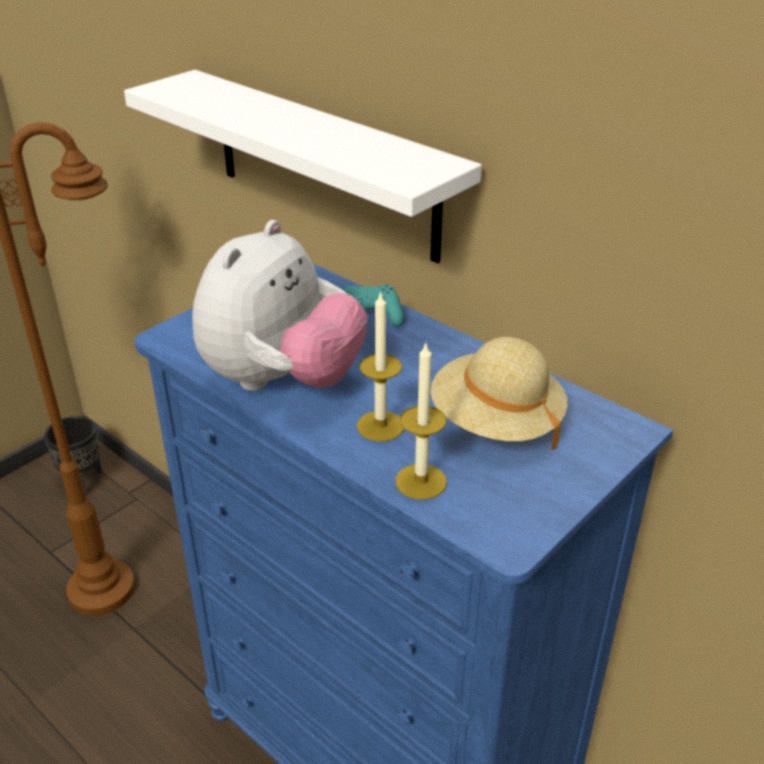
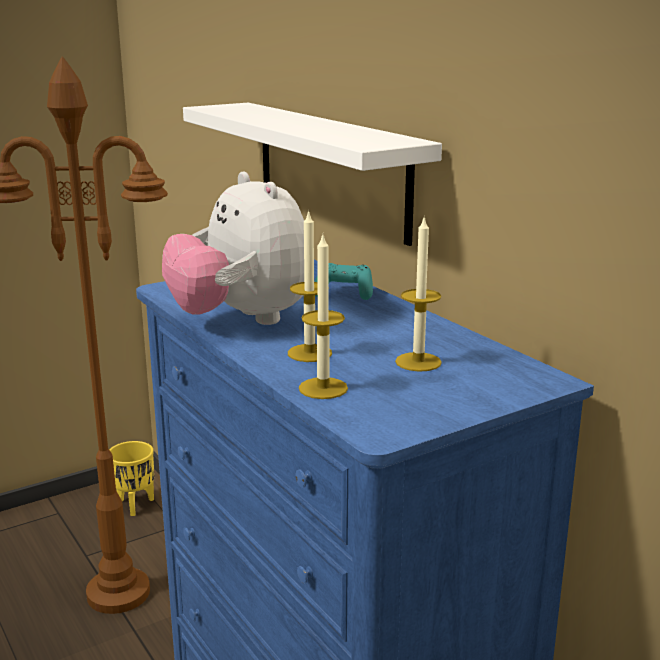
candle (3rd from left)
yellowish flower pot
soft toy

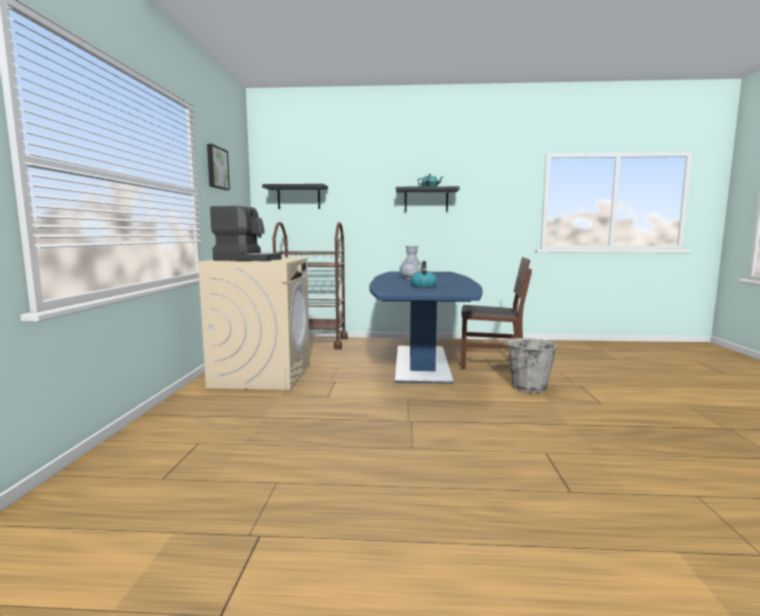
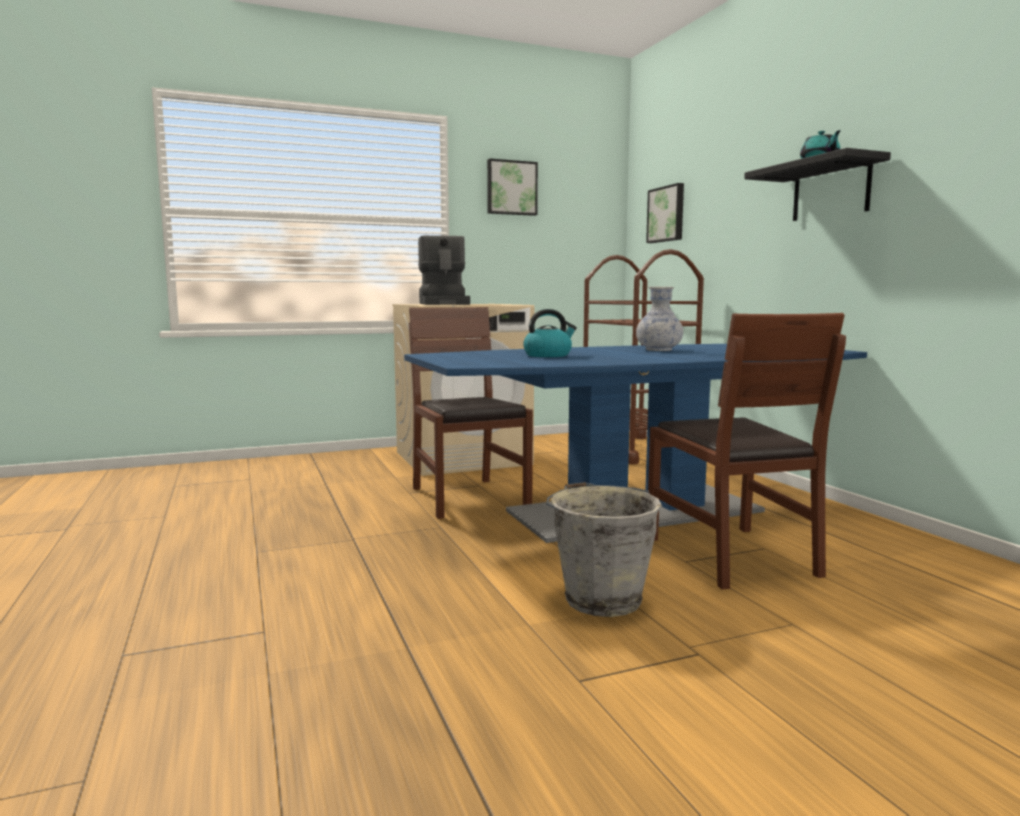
brownish upright chair (1st from left)
picture (2nd from left)

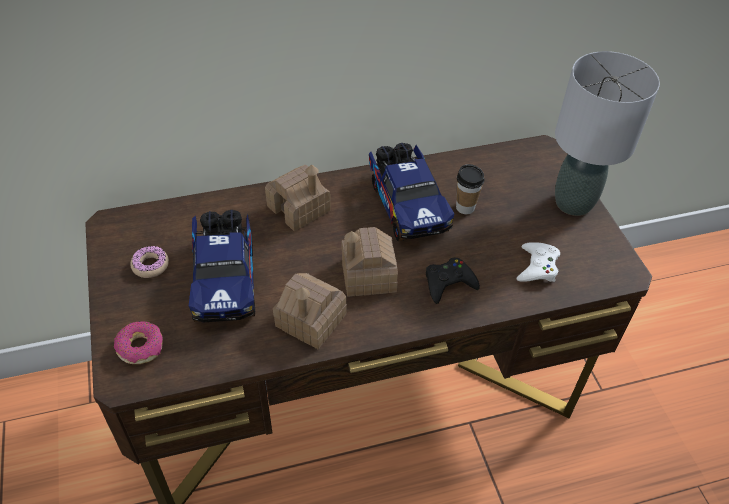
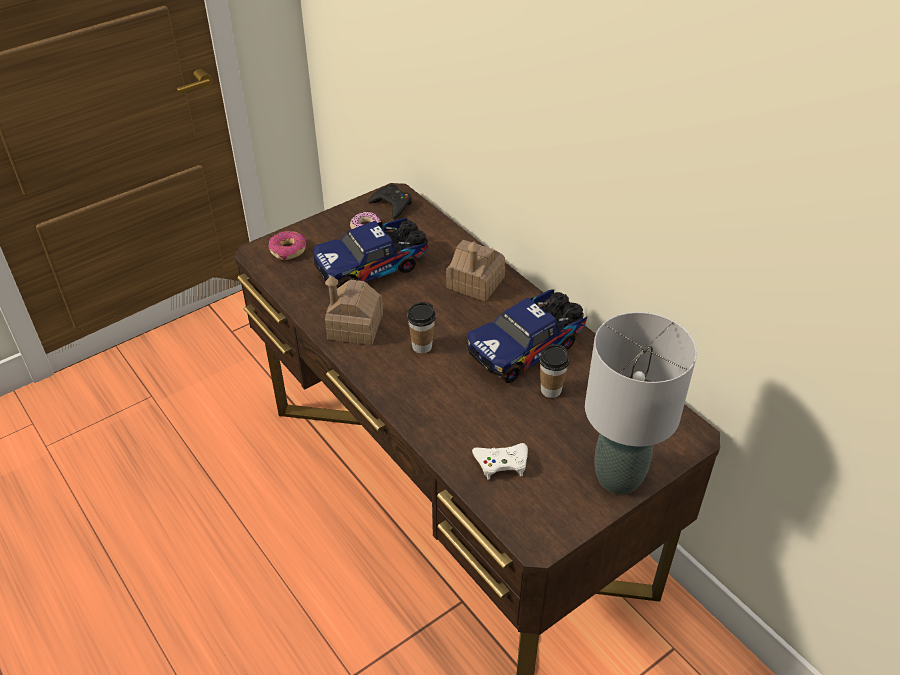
black gamepad
cup (1st from left)

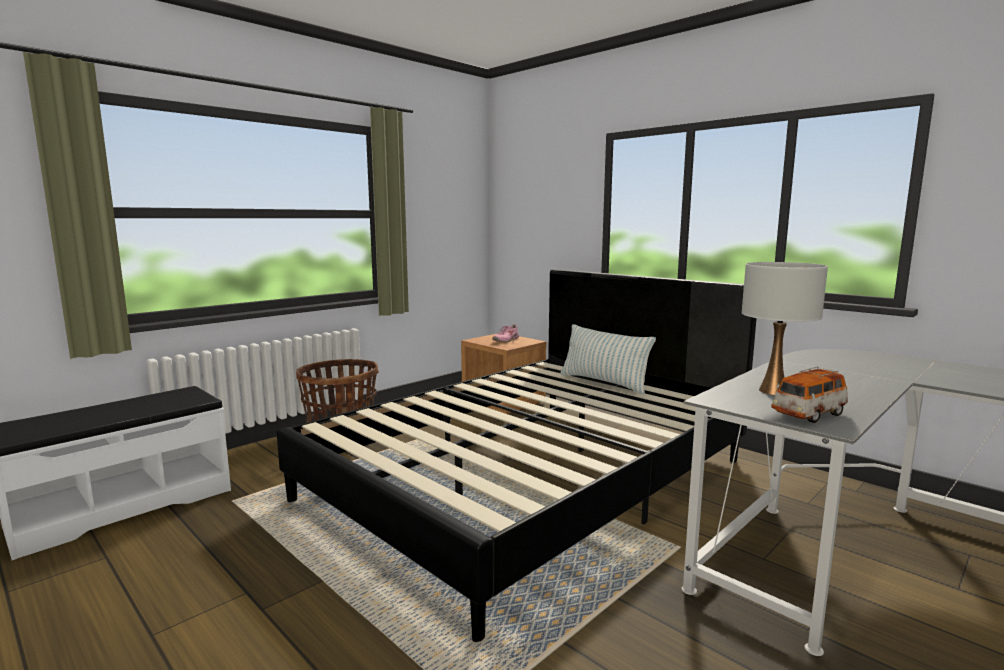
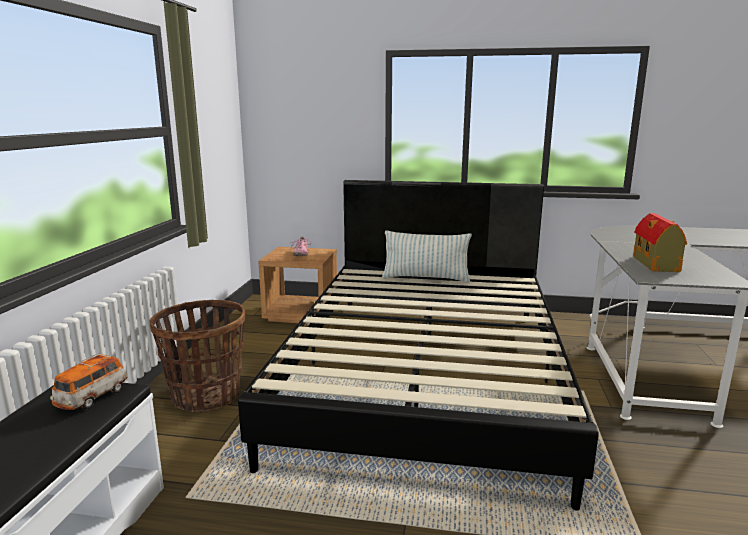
miniature car
miniature house

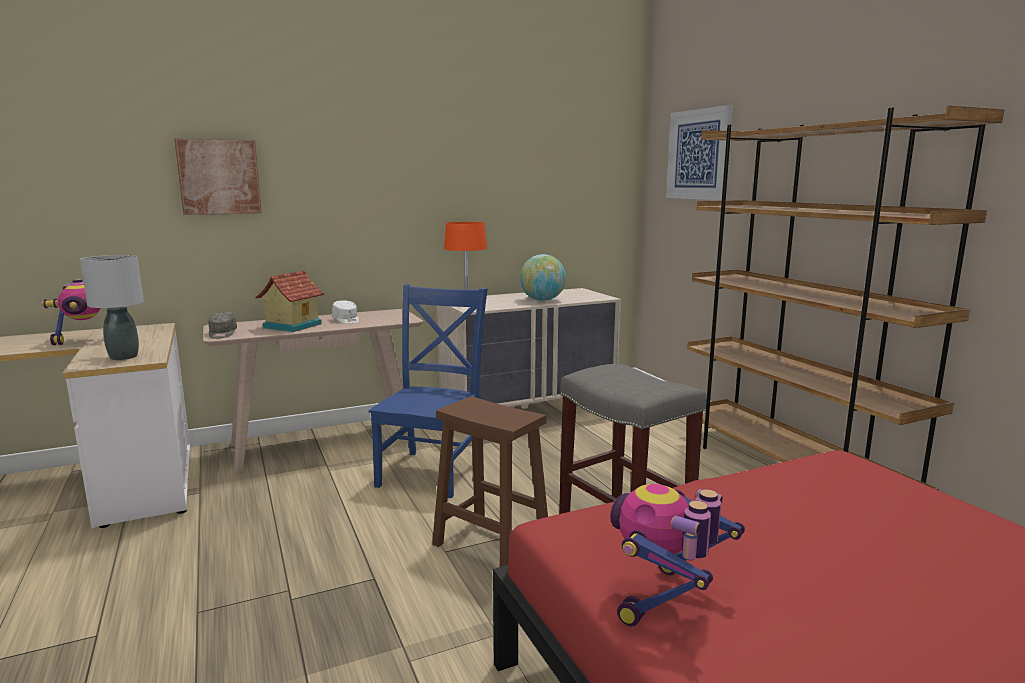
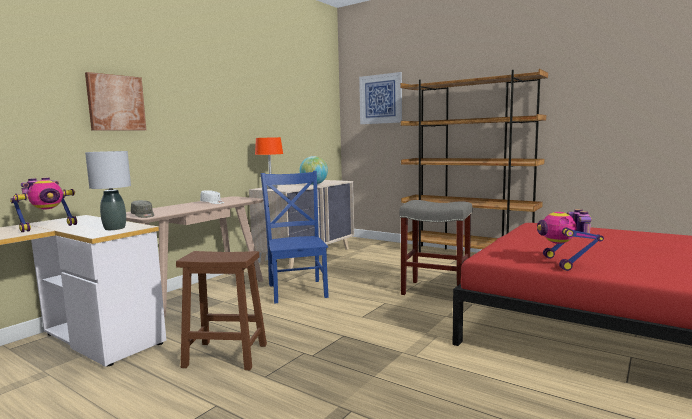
miniature house
brownish sitting stool

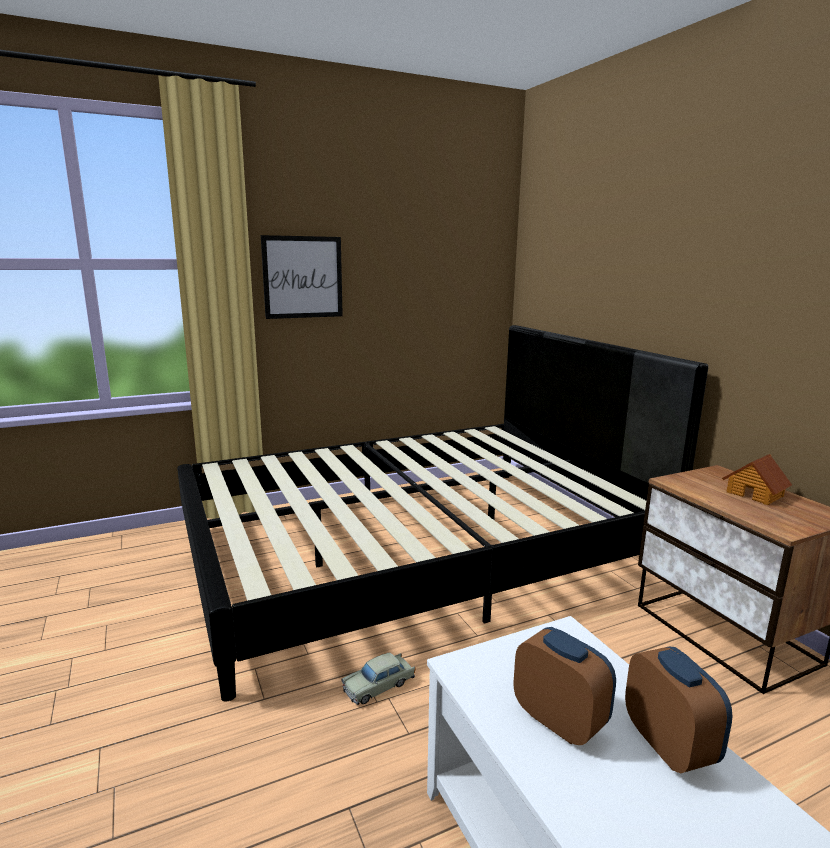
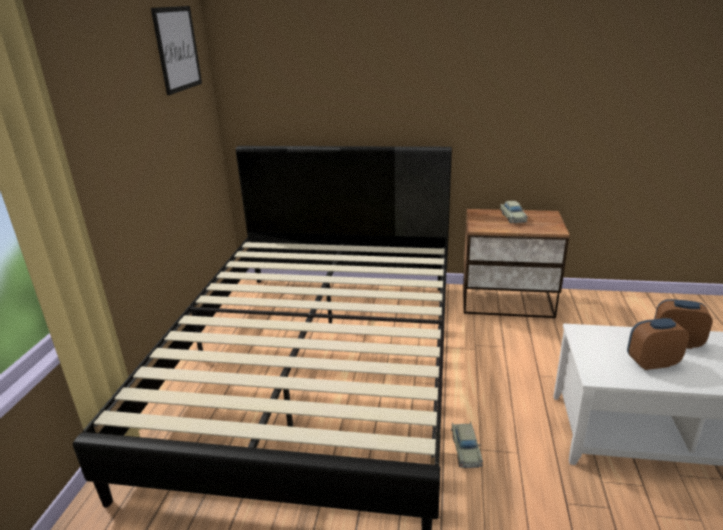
picture
beige-coloured miniature car (2nd from left)

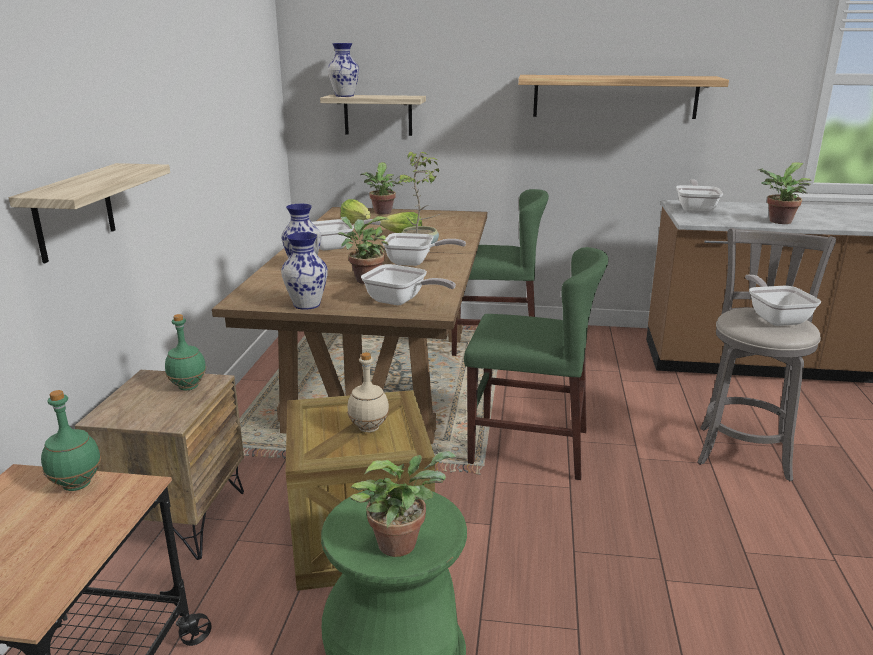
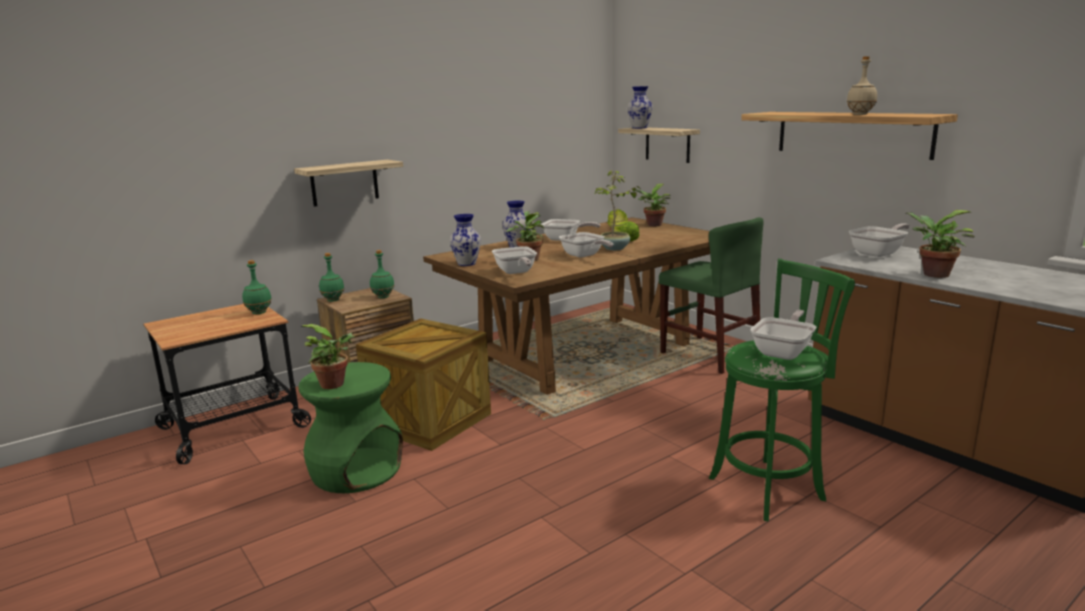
green-coloured upright chair (2nd from left in the first image)
green-coloured bottle (2nd from left)
beige-coloured bottle
green-coloured sitting stool (2nd from left)

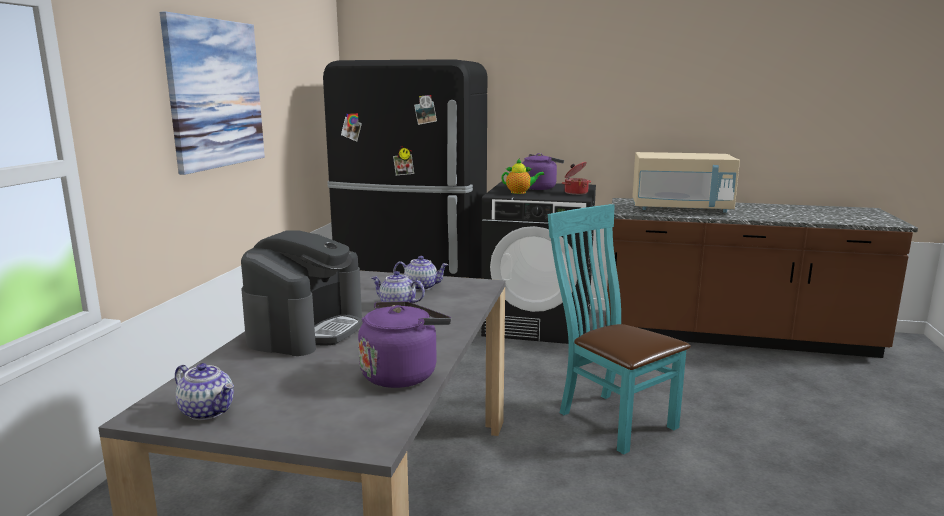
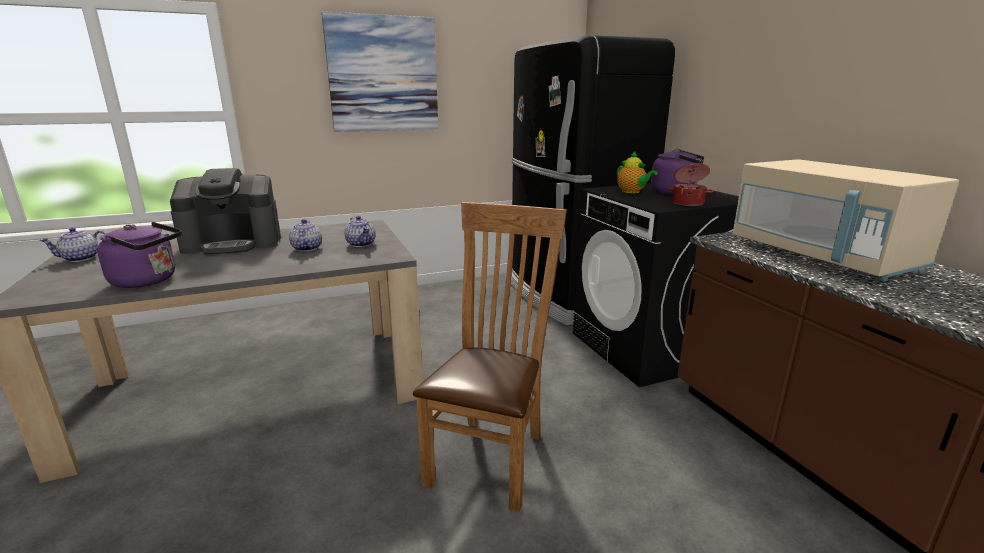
brownish upright chair
pot for tea (1st from left)

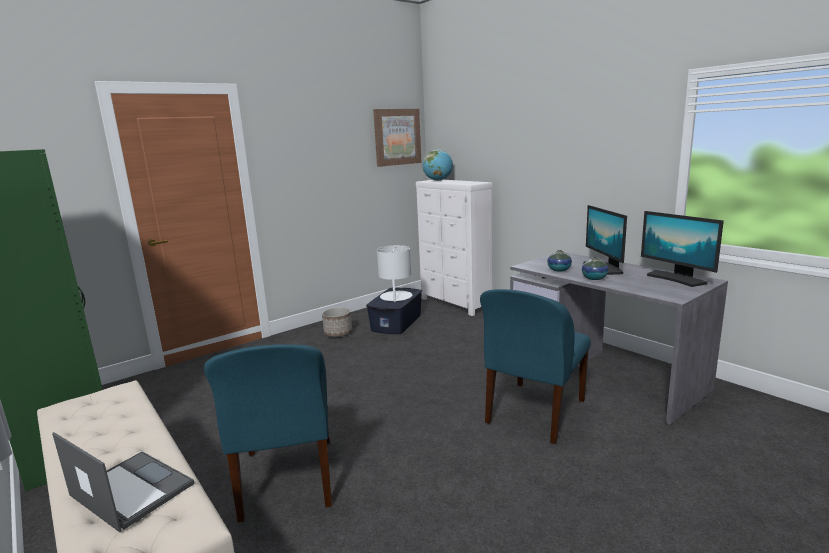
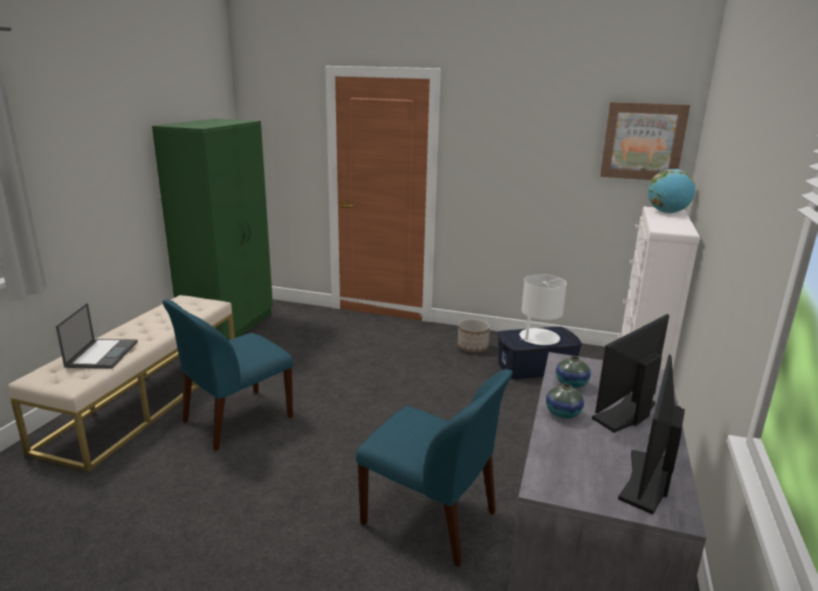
blue upright chair (2nd from left)

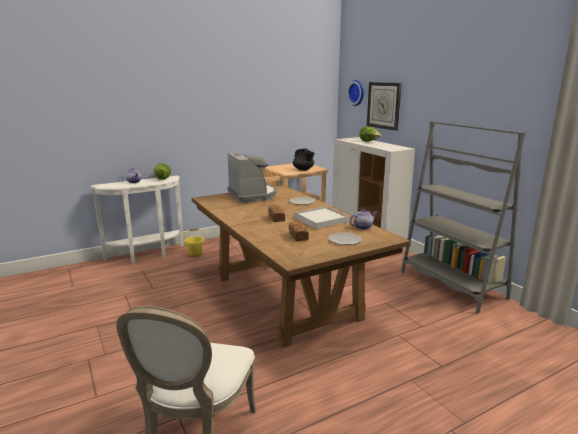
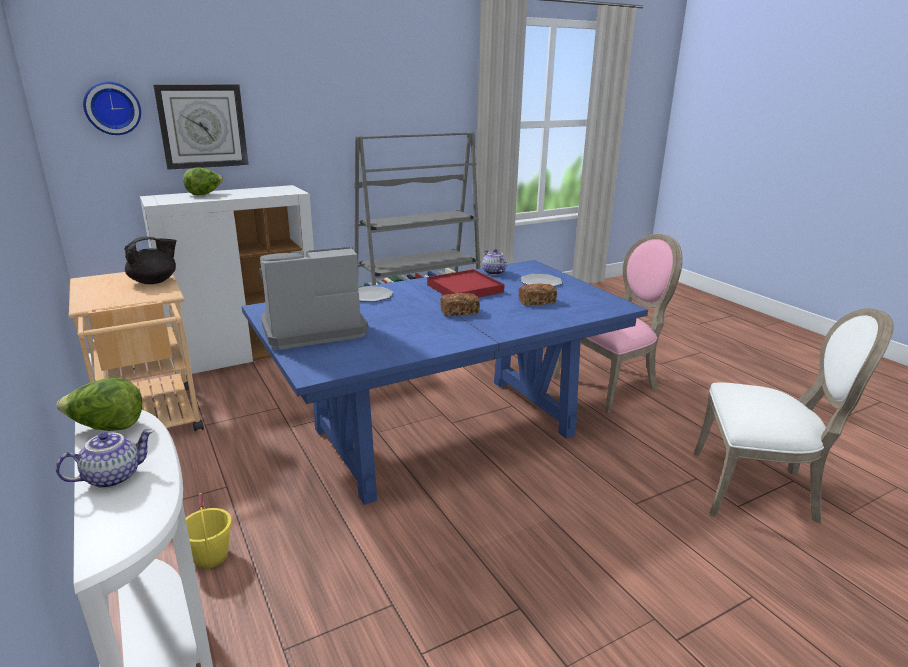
pink upright chair
blue dining table
reddish tray

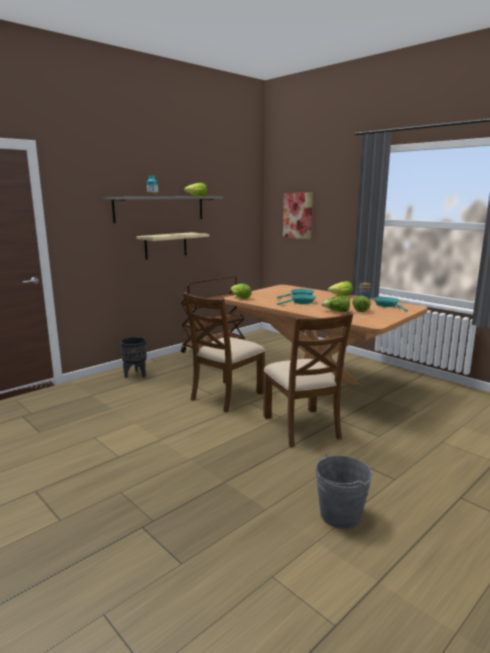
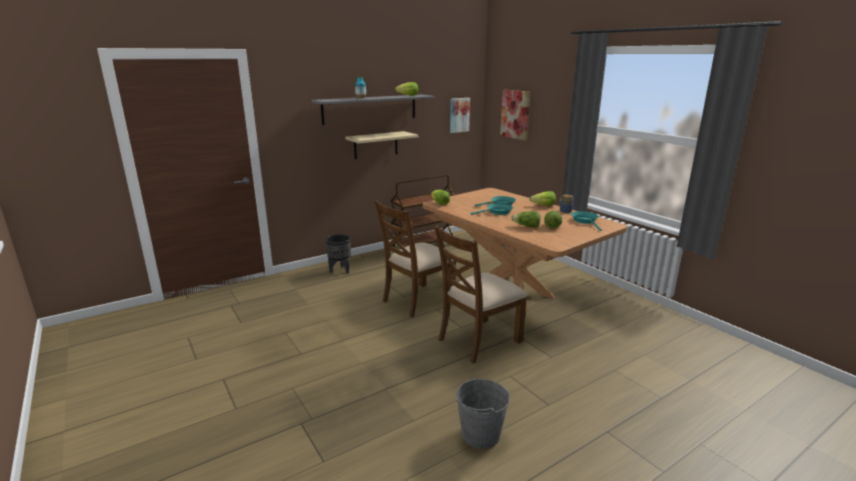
picture (1st from left)
brownish upright chair (2nd from left)

